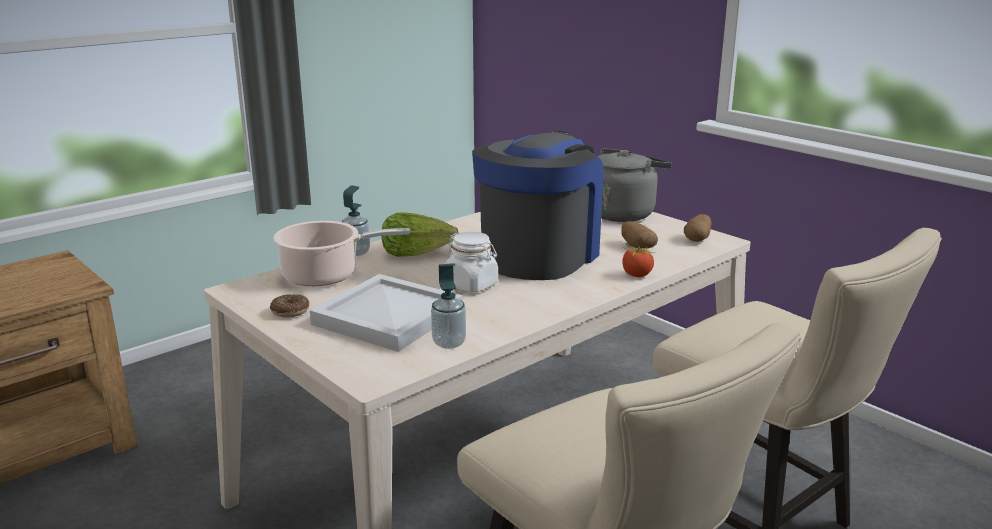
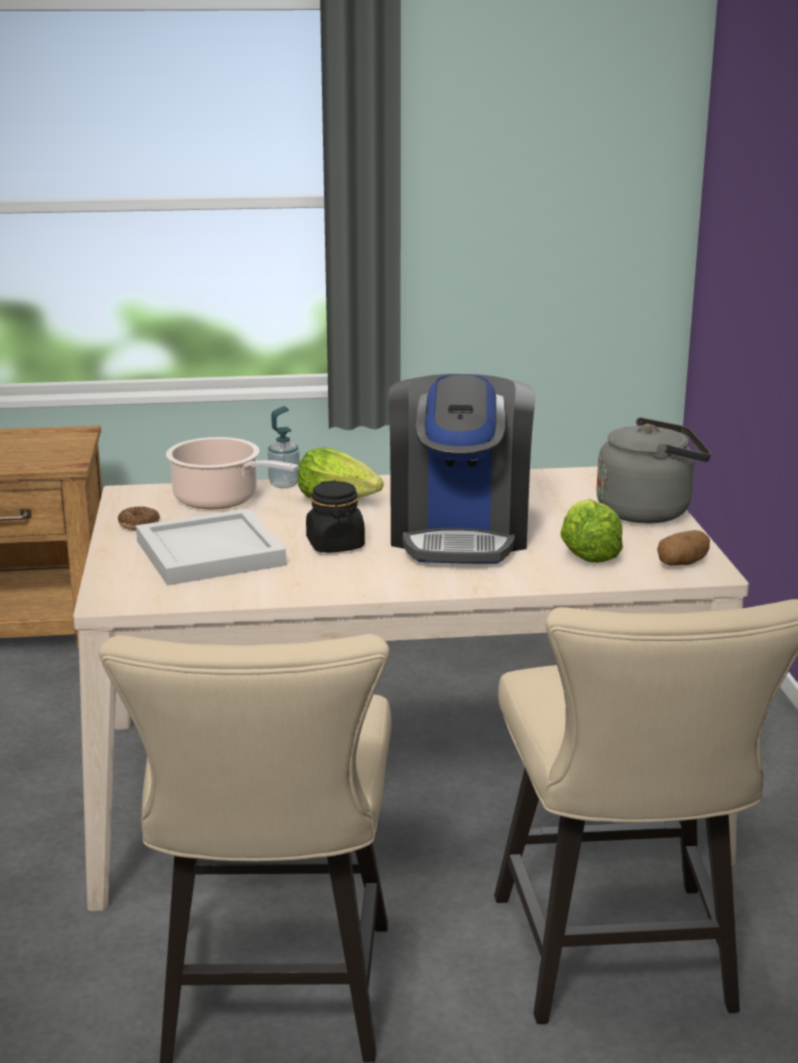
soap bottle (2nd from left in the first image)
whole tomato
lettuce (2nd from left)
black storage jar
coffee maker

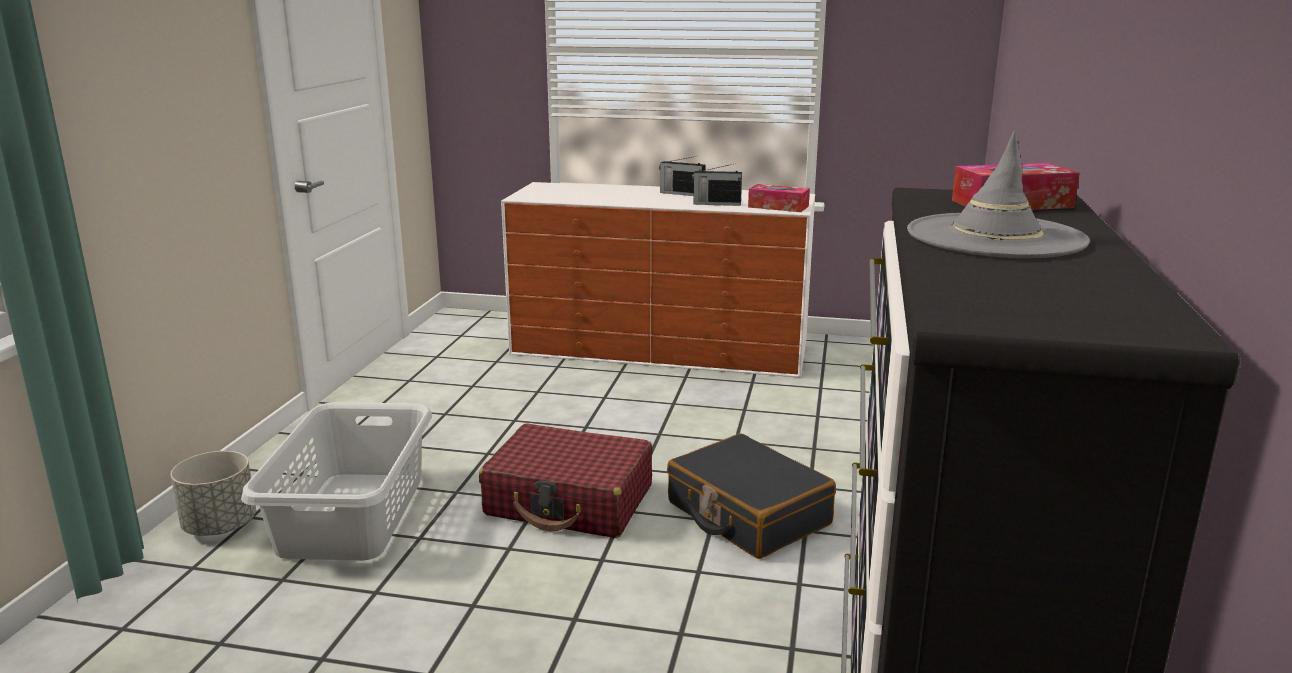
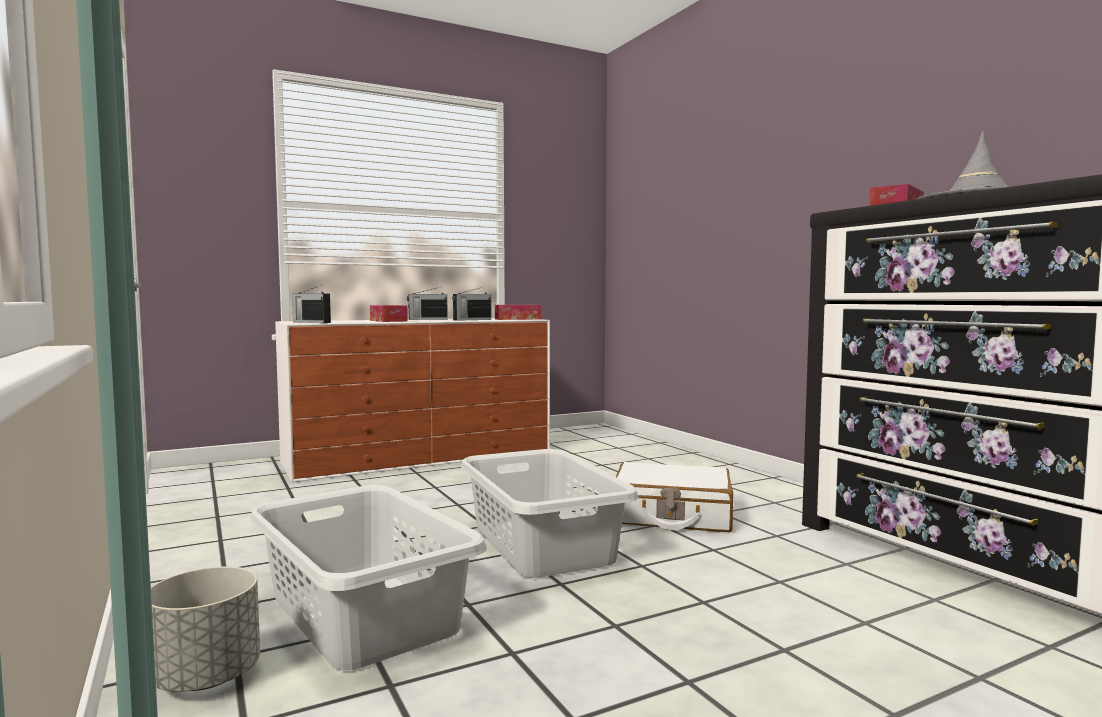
radio receiver (1st from left)
box of tissues (1st from left)
gray hamper (2nd from left)
white suitcase

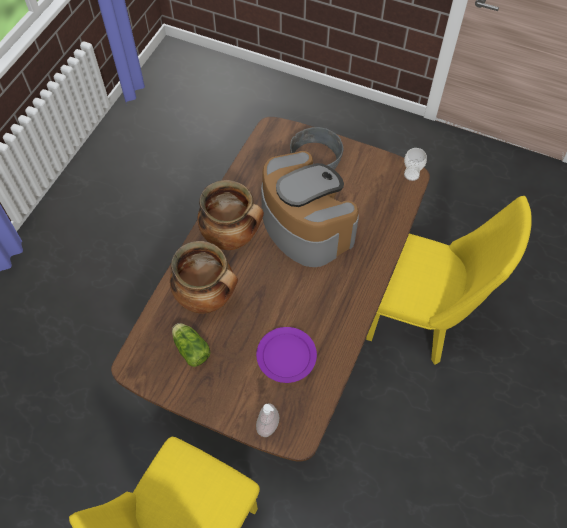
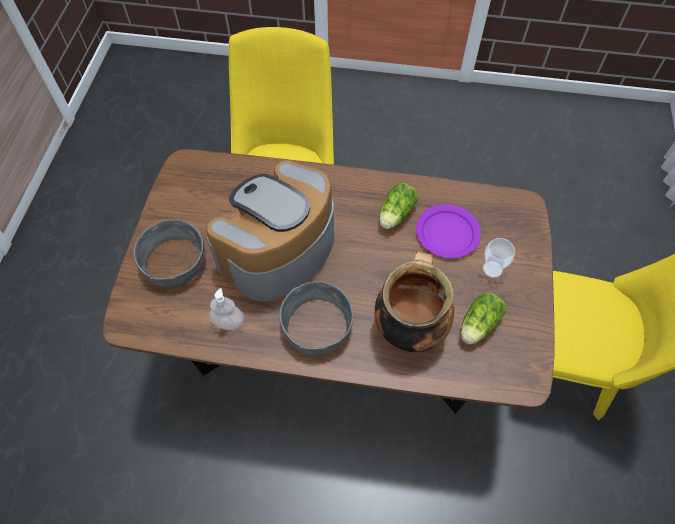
lettuce (1st from left)
soap bottle
cup
gray deep dish (2nd from left)

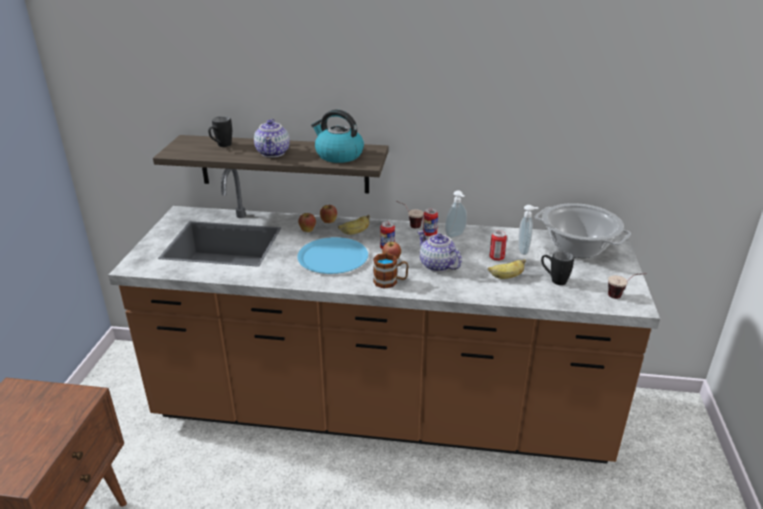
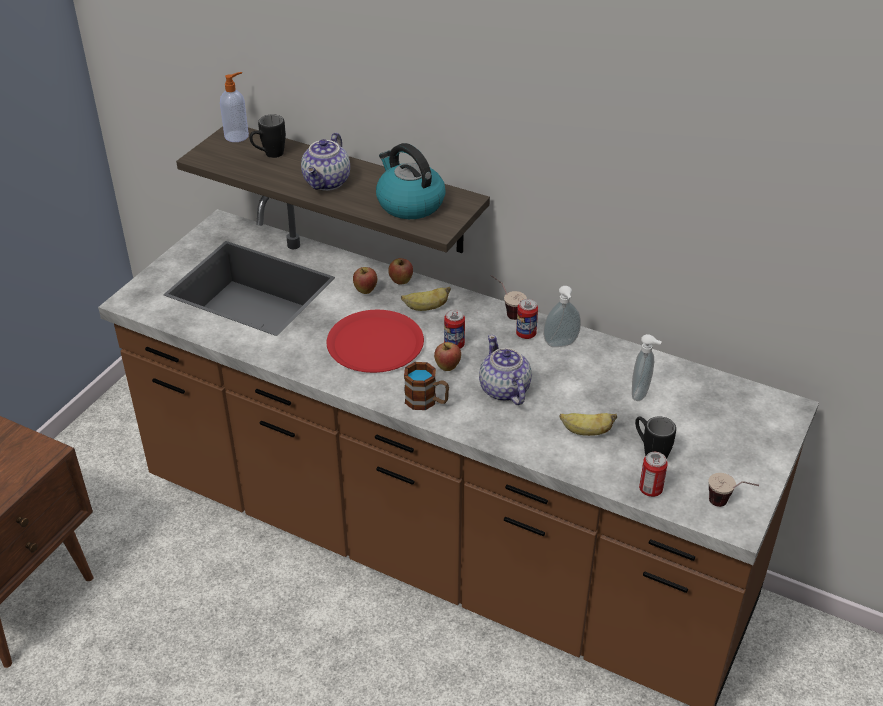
cooking pot
soap bottle (1st from left)
can (3rd from left)
reddish dinner plate

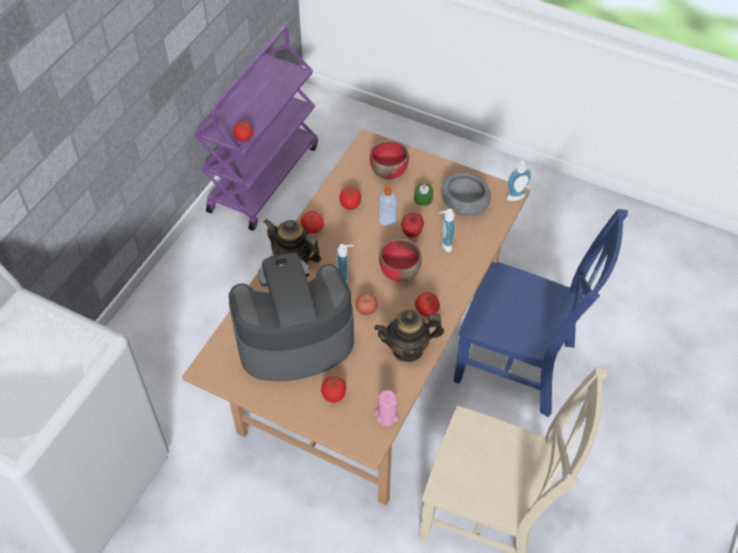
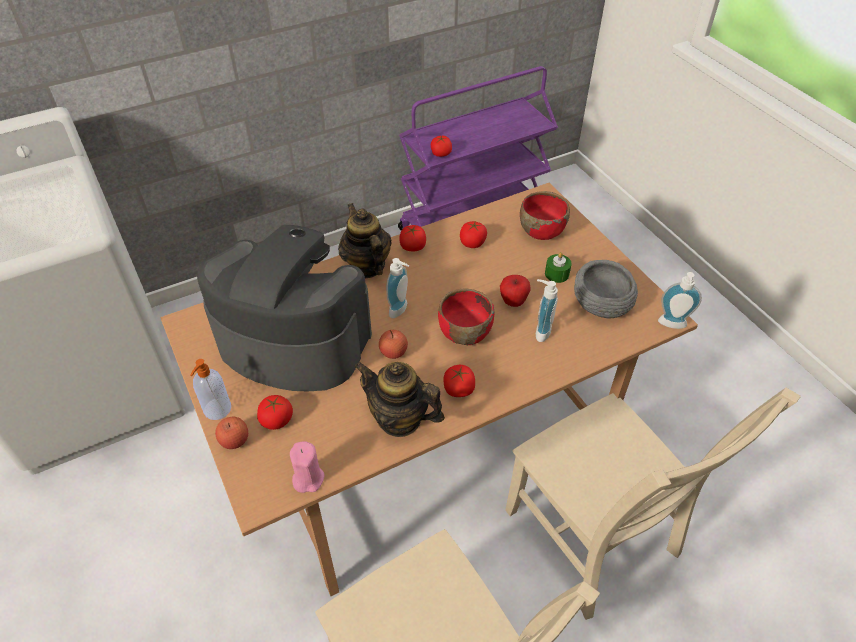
apple (1st from left)
soap bottle (1st from left)
beige-coloured upright chair (2nd from left)

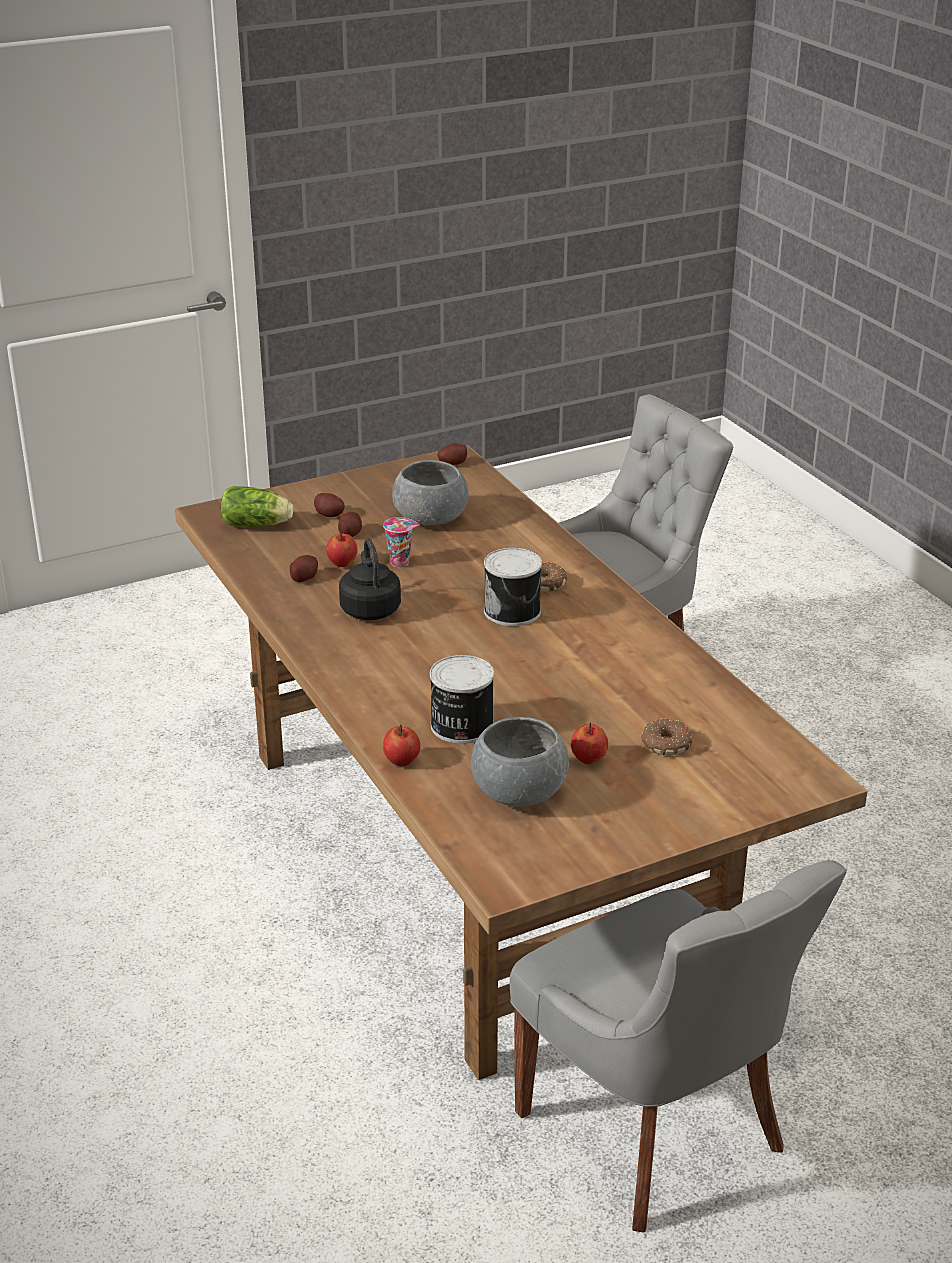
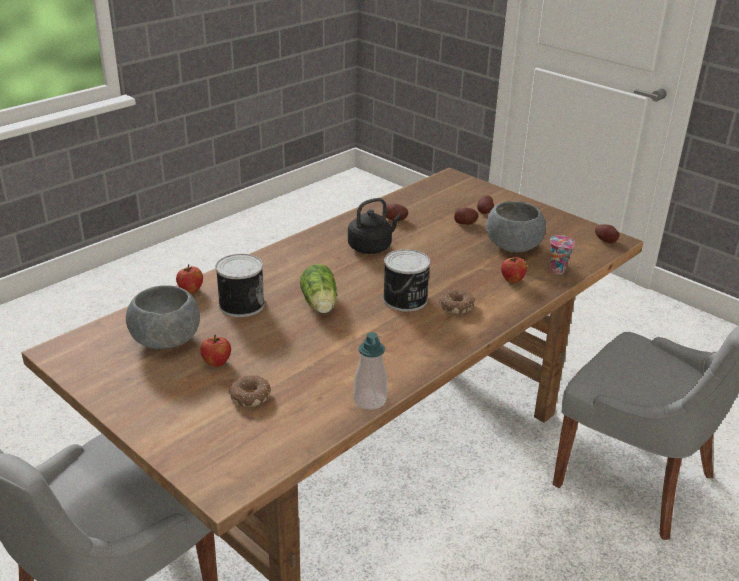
soap bottle
lettuce
apple (3rd from left)
cup

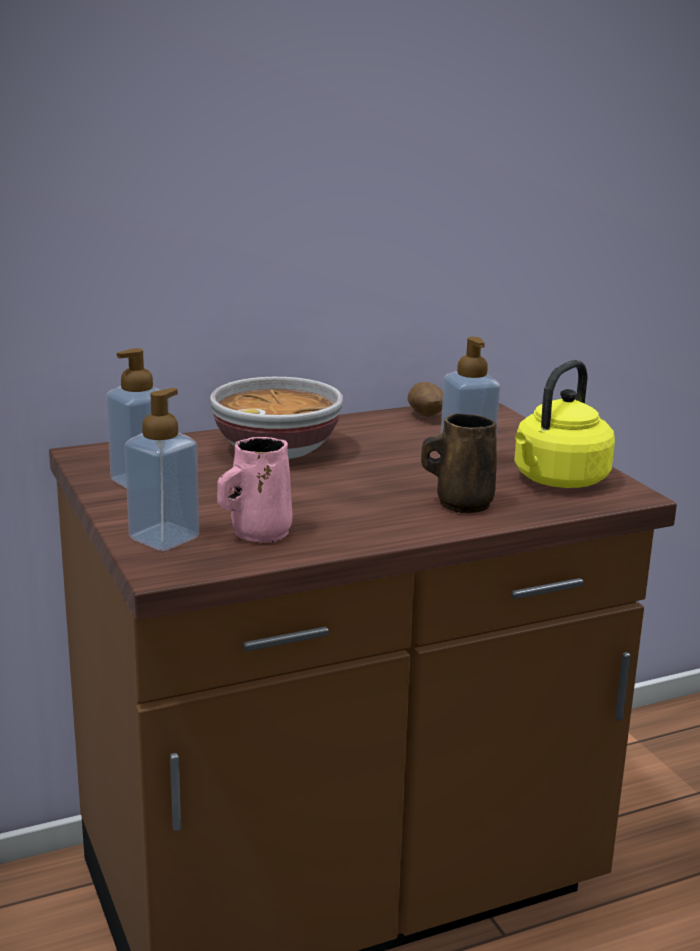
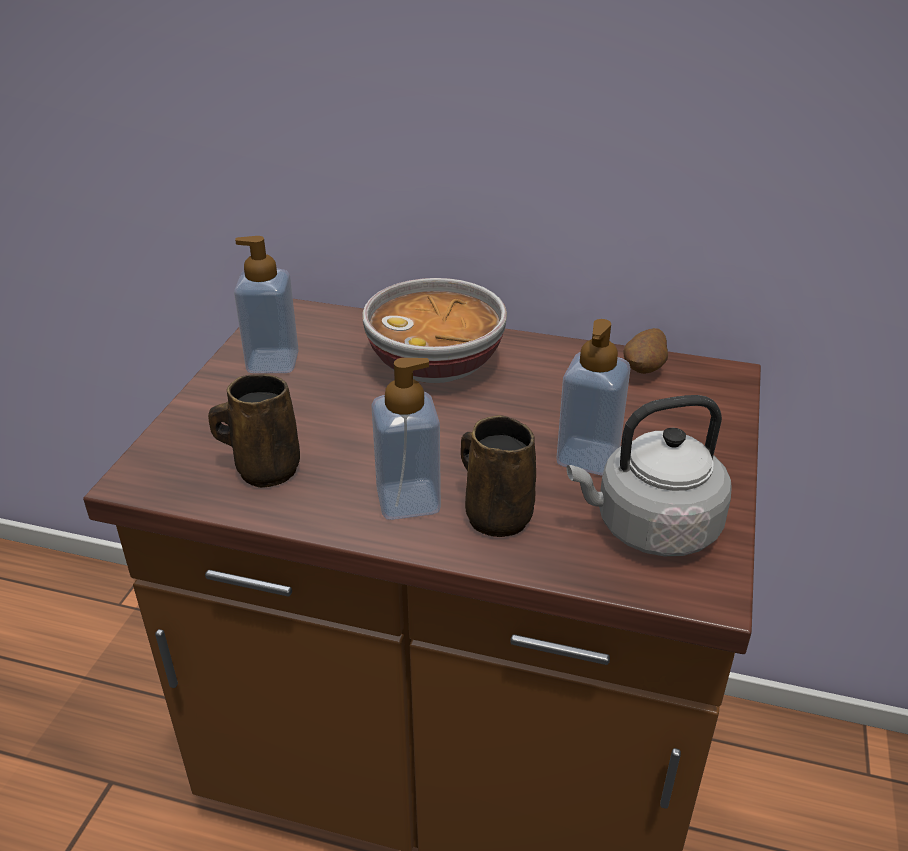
soap bottle (2nd from left)
brownish mug (1st from left)
gray water kettle

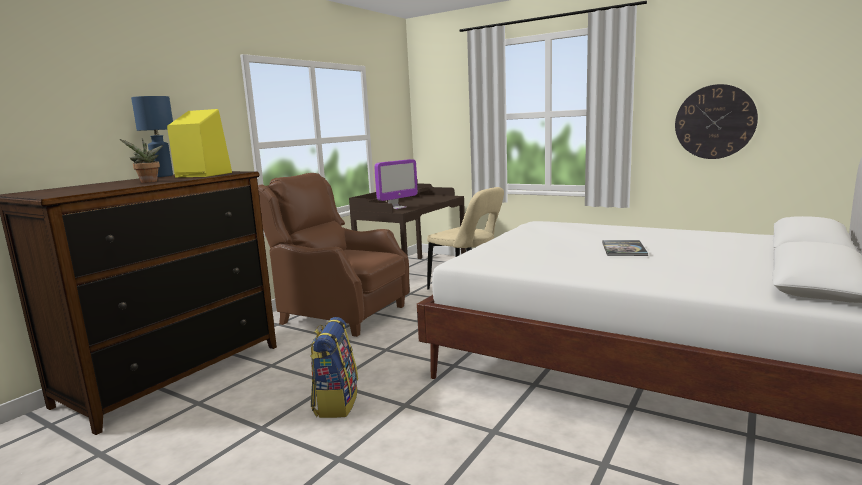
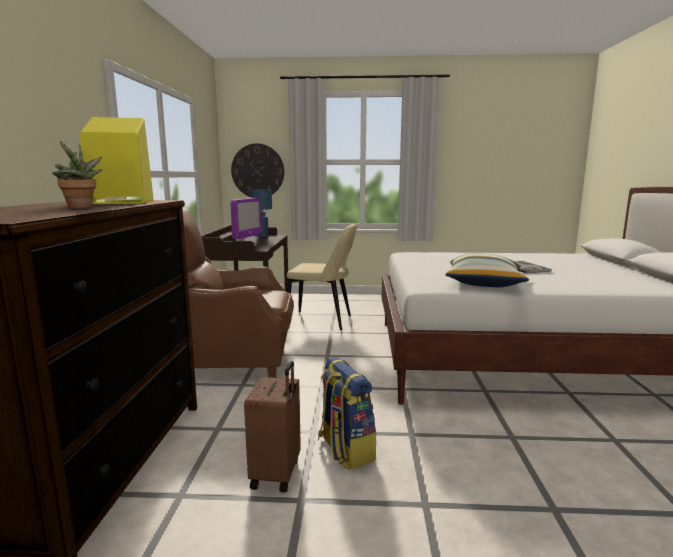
brownish suitcase
pillow
blue lamp for a table
wall clock

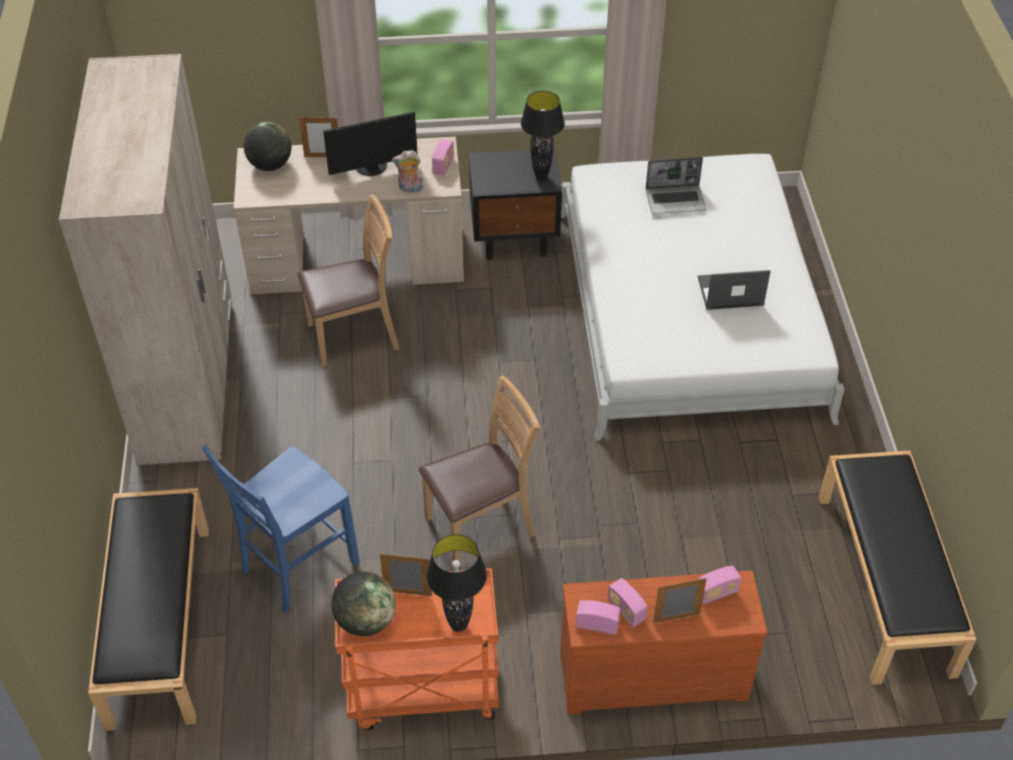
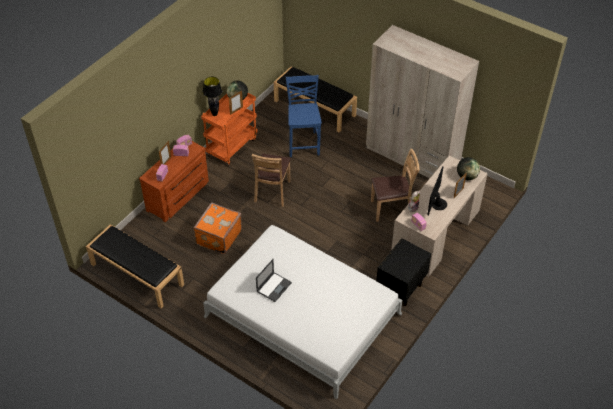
black lamp for a table (2nd from left in the first image)
portable computer (1st from left in the first image)
orange suitcase
brownish upright chair (2nd from left)

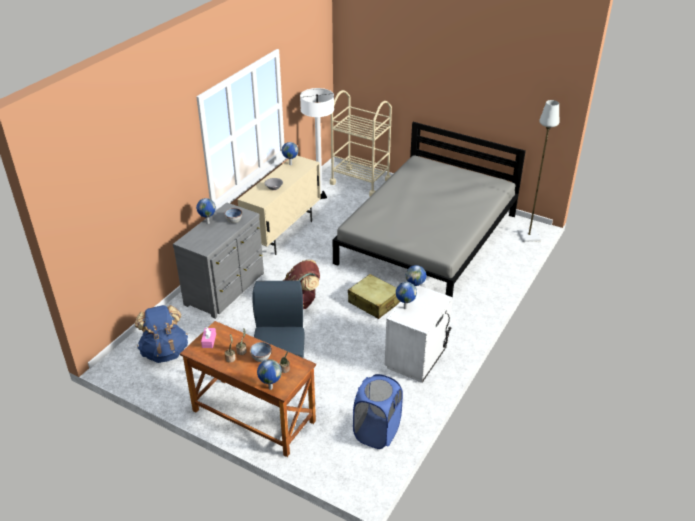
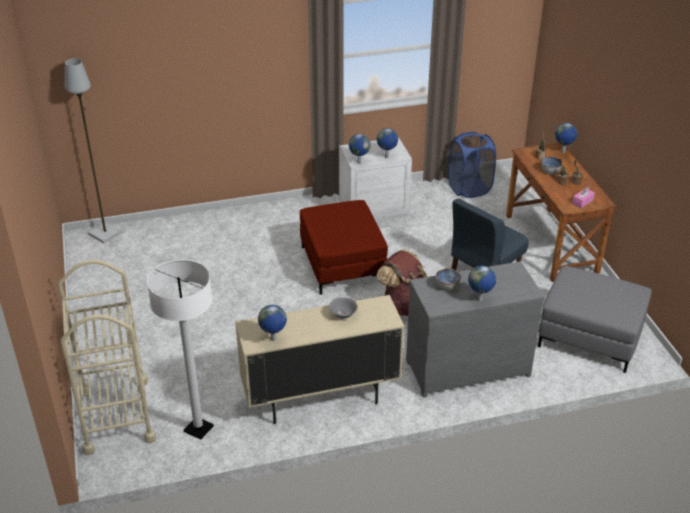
gray bedroom bed
gray ottoman
reddish ottoman

